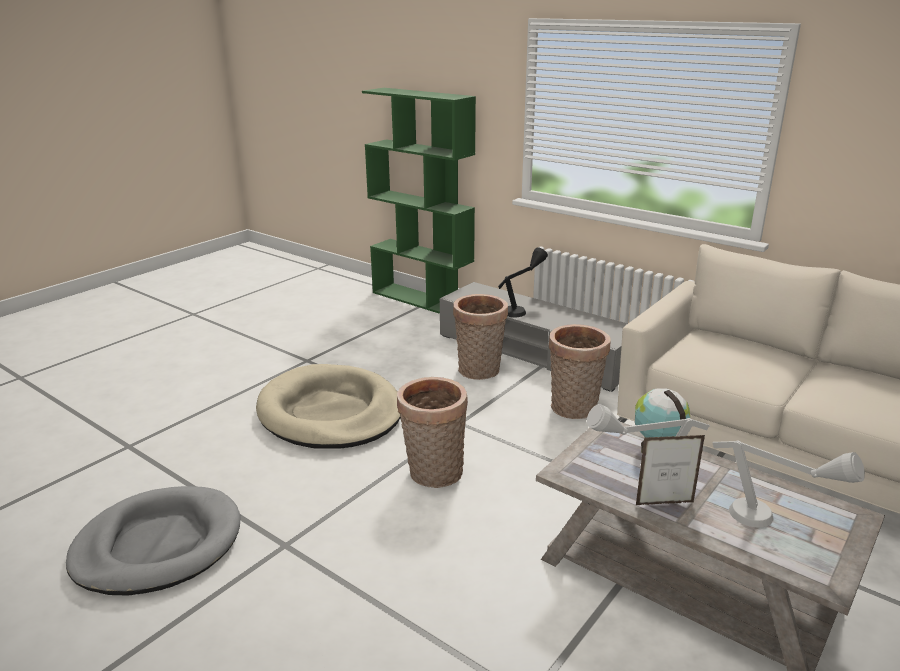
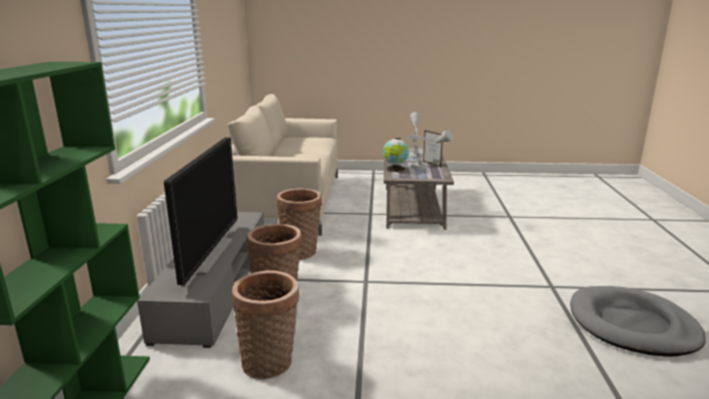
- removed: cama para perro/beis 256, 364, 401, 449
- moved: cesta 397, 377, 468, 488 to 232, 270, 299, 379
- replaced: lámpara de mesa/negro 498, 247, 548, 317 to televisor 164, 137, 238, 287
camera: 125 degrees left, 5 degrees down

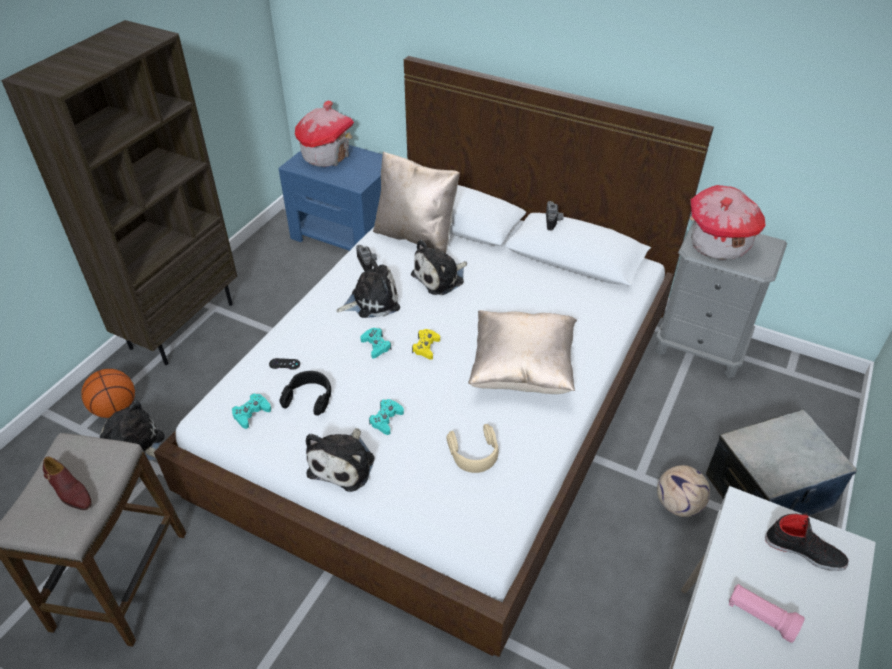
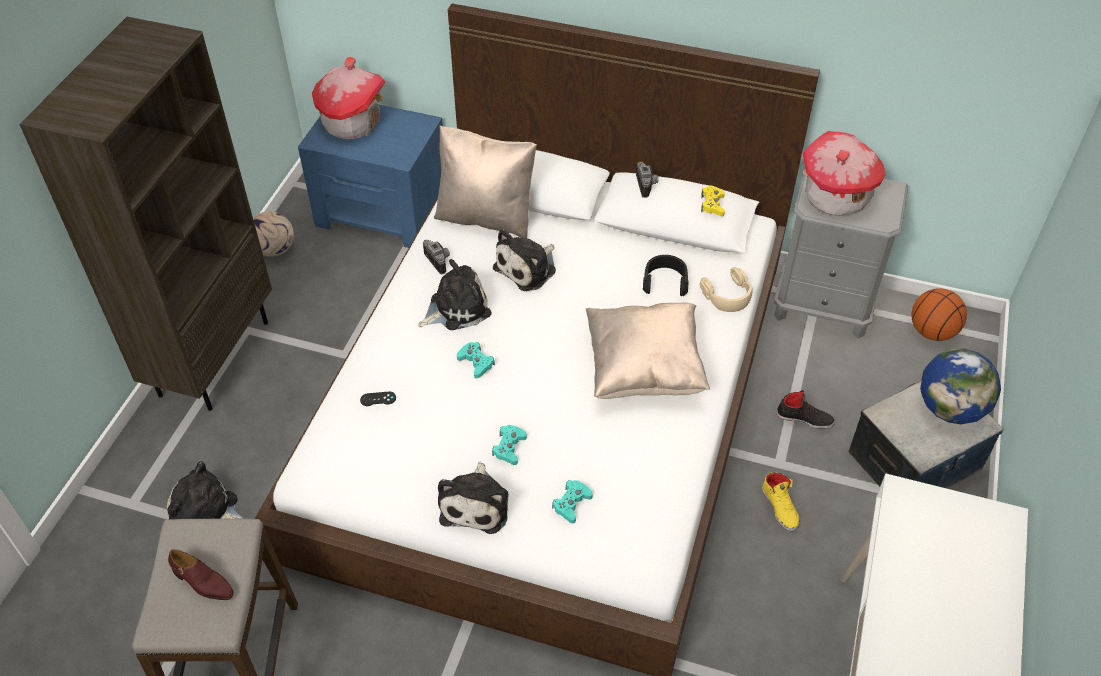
- moved: balón de baloncesto 81, 369, 135, 418 to 911, 288, 967, 341
- moved: mando de consola/turquesa 232, 393, 271, 429 to 552, 480, 593, 523
- moved: auriculares/negro 280, 371, 331, 416 to 643, 255, 688, 296
- moved: mando de consola/amarillo 412, 329, 440, 360 to 701, 186, 725, 216
- moved: auriculares/beis 446, 424, 499, 473 to 700, 267, 753, 312
- moved: balón de fútbol 657, 465, 710, 517 to 253, 211, 294, 257
- removed: linterna/rosa 728, 584, 805, 643
- moved: zapato/negro 765, 512, 849, 571 to 776, 390, 835, 429
- added: zapato/amarillo 762, 472, 800, 531
- added: globo terráqueo 920, 349, 1001, 424
camera: 10 degrees left, 5 degrees up

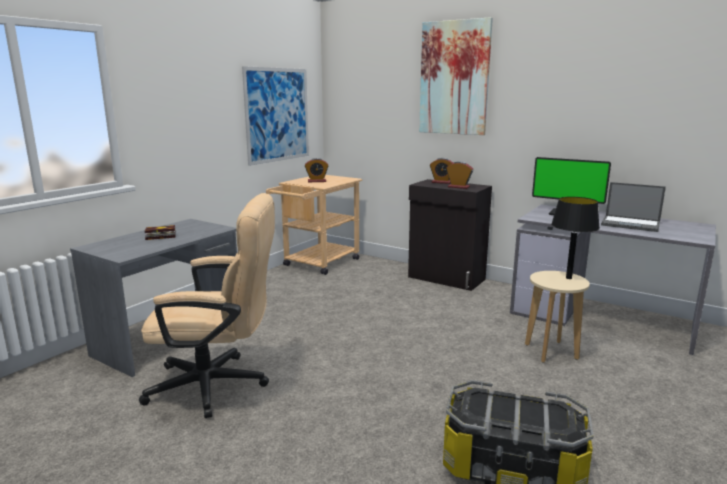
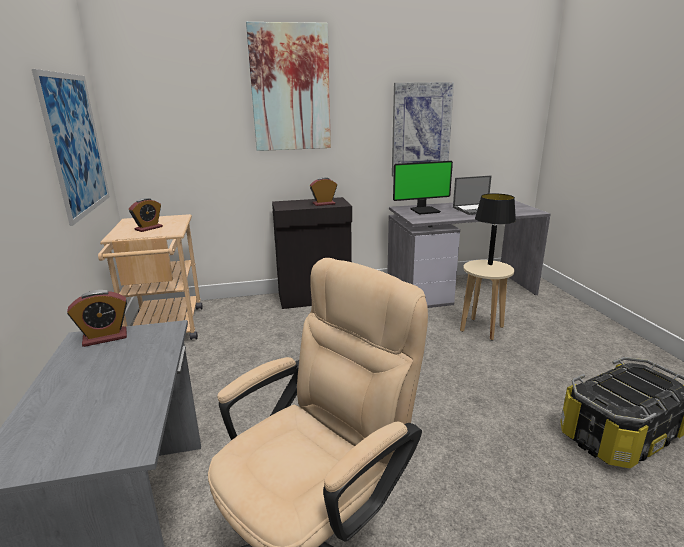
- removed: libro 144, 225, 176, 240
- moved: despertador 430, 158, 454, 184 to 67, 290, 127, 347
- added: cuadro 392, 82, 454, 177
camera: 45 degrees left, 5 degrees up

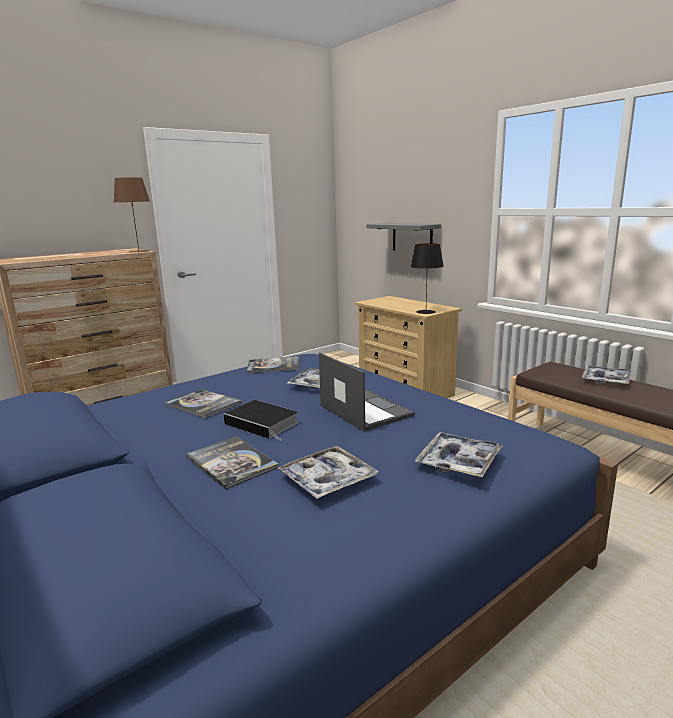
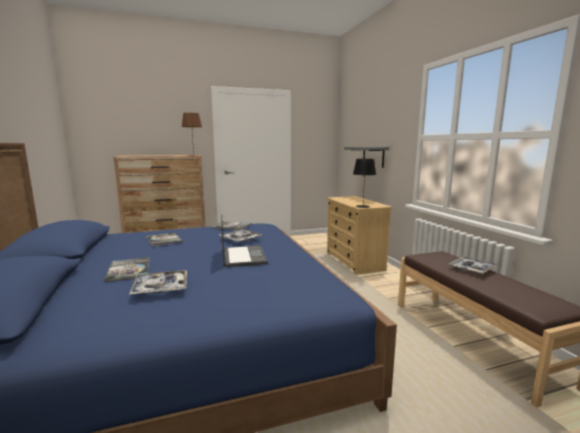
- removed: libro 224, 400, 299, 441
- removed: bandeja 415, 432, 502, 477
camera: 20 degrees right, 5 degrees down

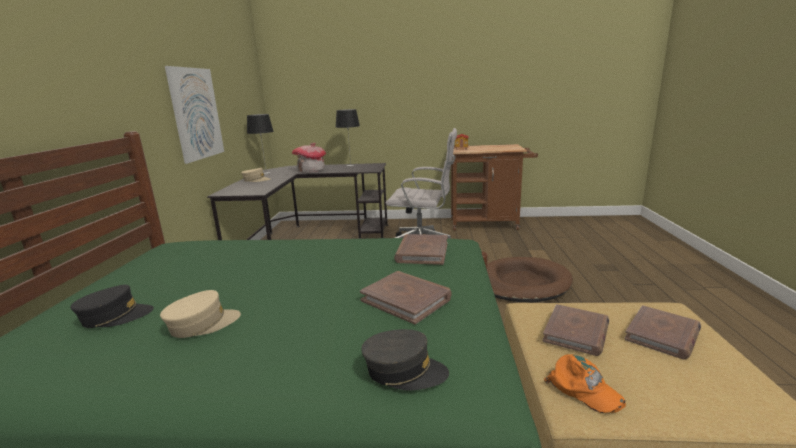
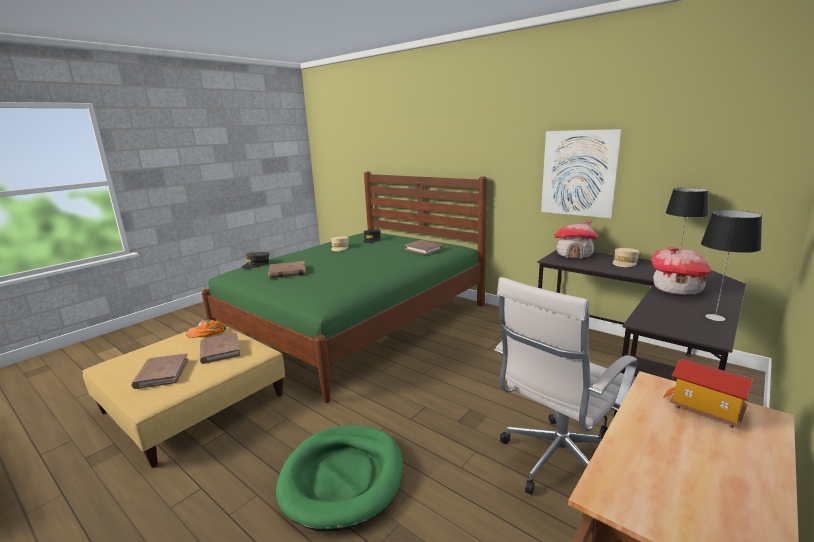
- moved: libro/marrón 394, 234, 448, 265 to 404, 240, 443, 255
- recoloured: cama para perro/marrón 487, 257, 573, 302 to cama para perro/verde 276, 425, 403, 532
- added: casita 554, 220, 599, 259
camera: 125 degrees right, 0 degrees up

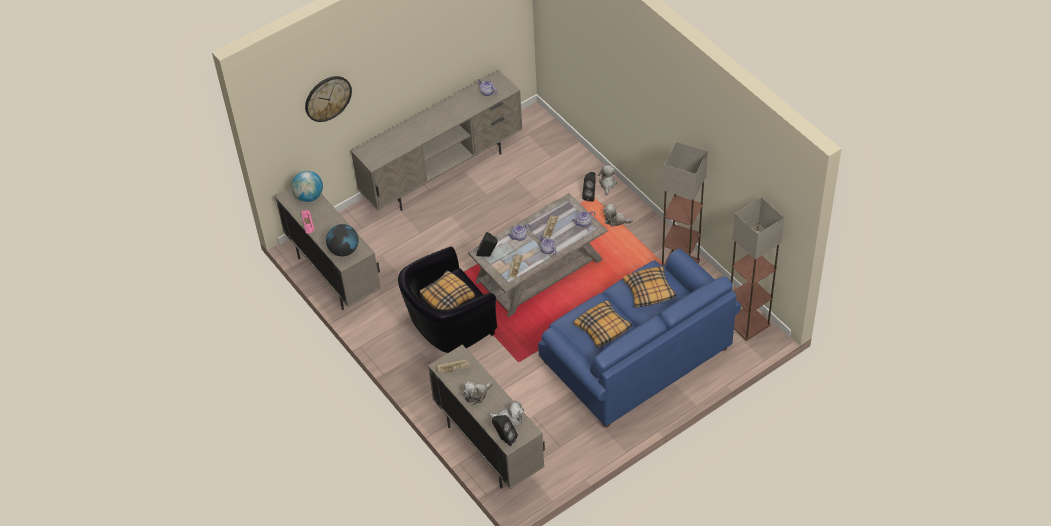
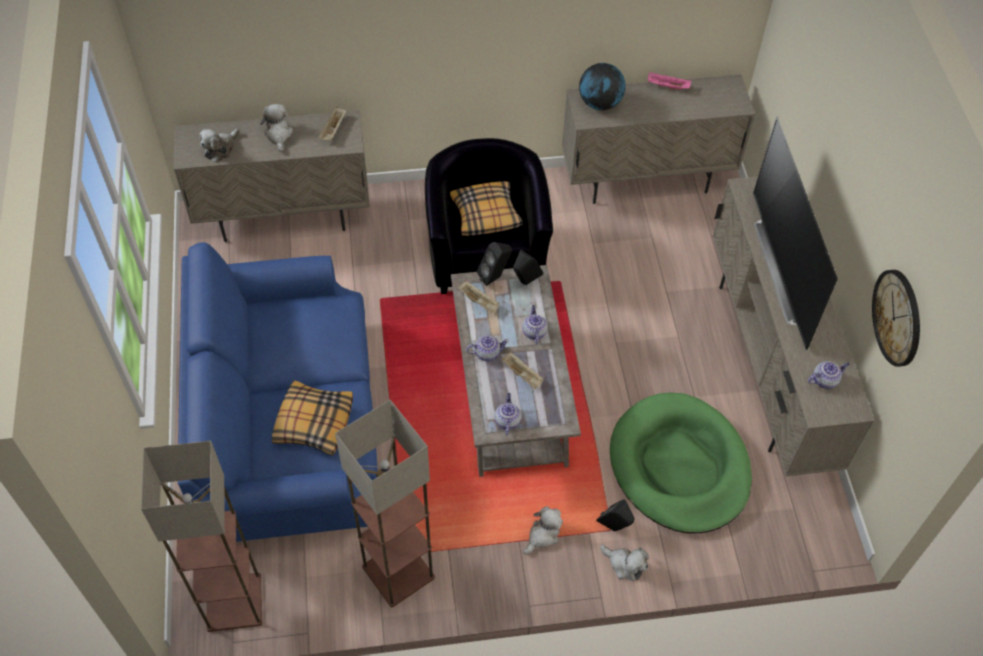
- removed: globo terráqueo 292, 171, 323, 202
- moved: reloj de pared 305, 76, 352, 122 to 872, 270, 920, 367
- moved: altavoz/negro 492, 415, 518, 446 to 477, 242, 512, 286
- removed: cojín 574, 300, 632, 348
- added: cama para perro/verde 610, 393, 752, 534
- added: televisor 753, 117, 838, 350
camera: 115 degrees right, 5 degrees up

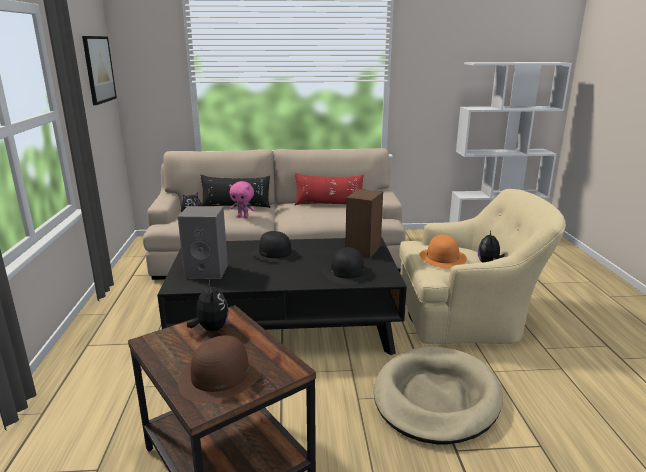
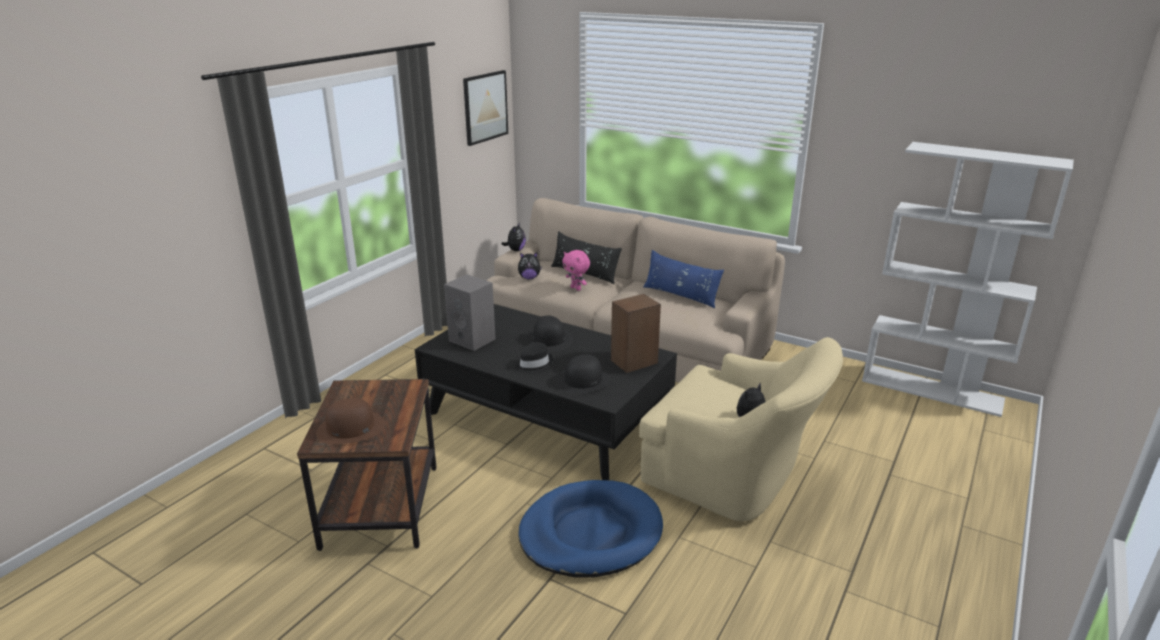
- moved: peluche 187, 280, 229, 331 to 501, 223, 526, 251
- recoloured: cojín/rojo 294, 173, 364, 205 to cojín/azul 643, 250, 724, 308
- recoloured: cama para perro/beis 374, 346, 503, 445 to cama para perro/azul 518, 480, 663, 578
- removed: sombrero/naranja 420, 234, 467, 269
- added: sombrero/negro 515, 342, 553, 374
camera: 35 degrees right, 5 degrees up

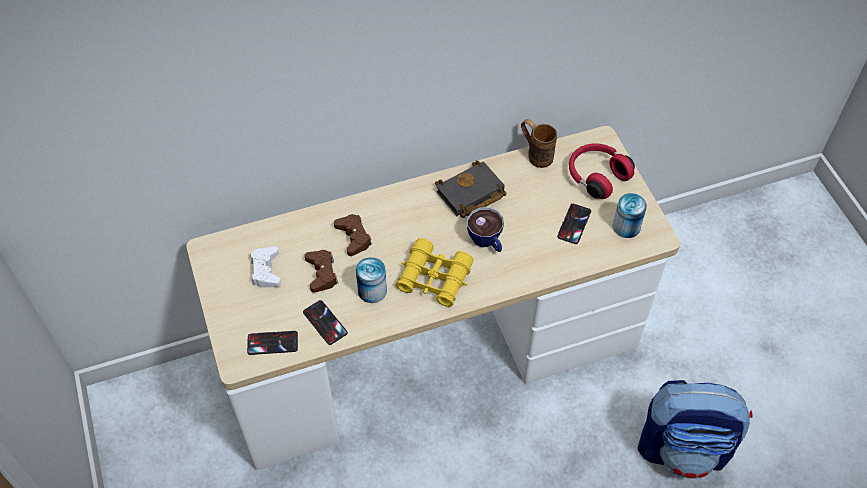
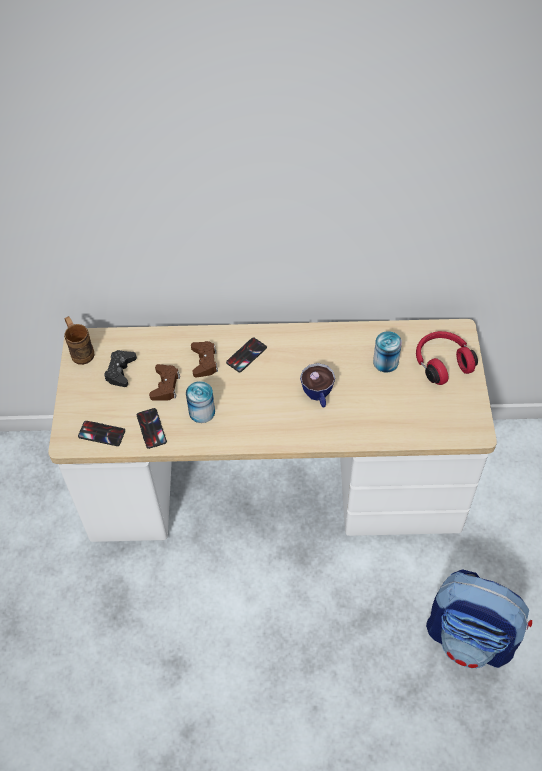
- recoloured: mando de consola/blanco 251, 246, 281, 288 to mando de consola/negro 104, 350, 137, 387
- removed: prismáticos/amarillo 396, 238, 473, 307
- removed: libro/negro 435, 160, 507, 218
- moved: taza grande/marrón 521, 119, 557, 168 to 64, 316, 95, 365
- moved: móvil 557, 204, 591, 244 to 226, 337, 267, 372
- moved: lata 613, 193, 647, 238 to 373, 331, 402, 373
camera: 20 degrees right, 0 degrees up

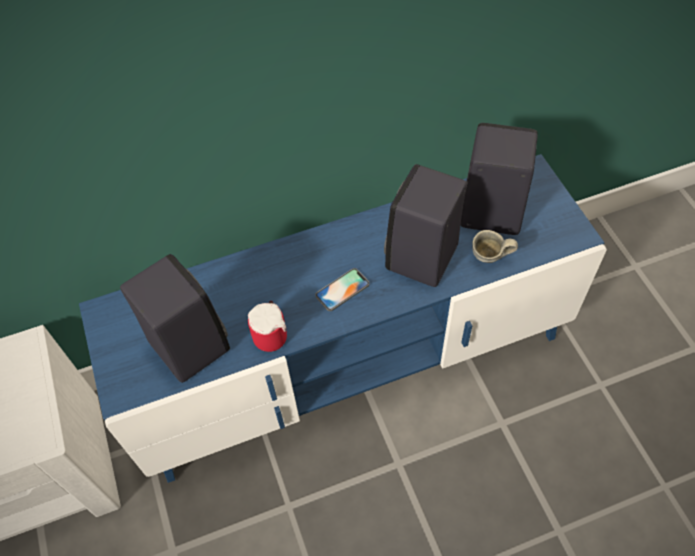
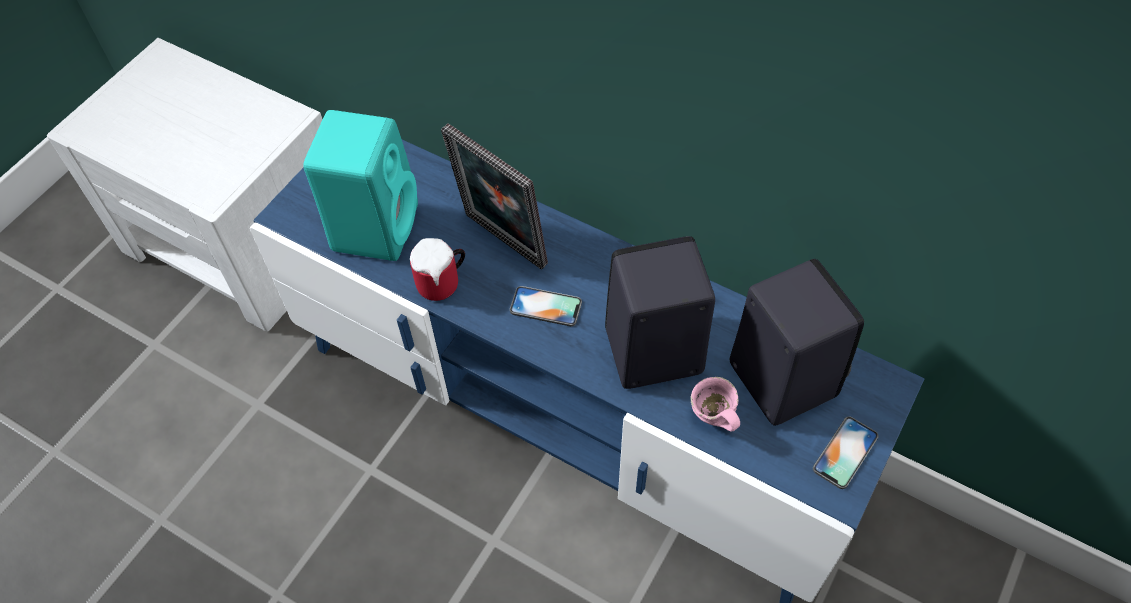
- recoloured: altavoz/negro 120, 254, 230, 383 to altavoz/turquesa 303, 110, 418, 261
- recoloured: taza grande/gris 472, 230, 518, 263 to taza grande/rosa 691, 377, 740, 432
- added: portarretratos 441, 123, 548, 270
- added: móvil 813, 416, 878, 489
camera: 50 degrees right, 0 degrees up

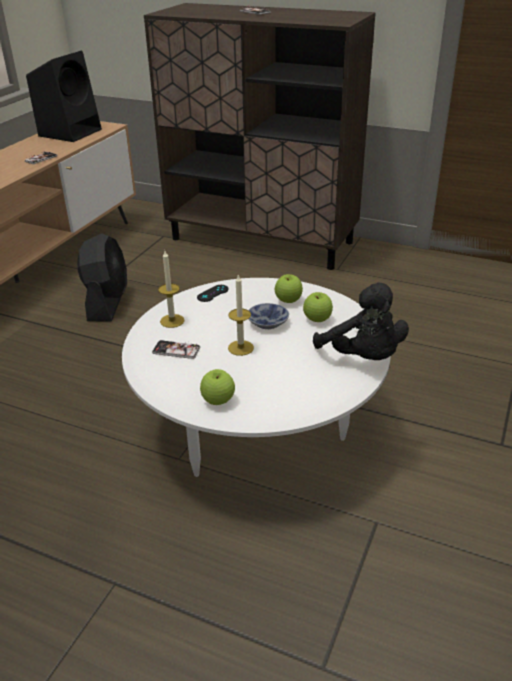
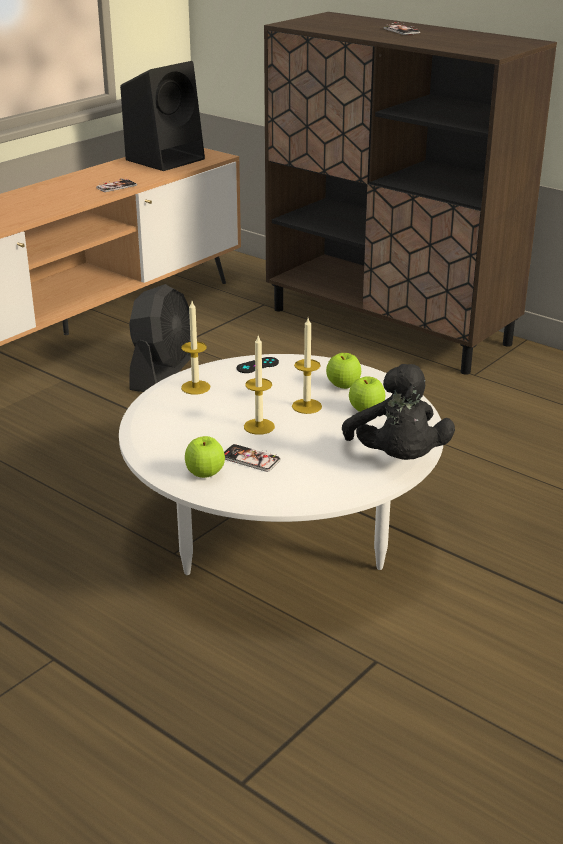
- moved: móvil 152, 340, 201, 359 to 224, 444, 281, 472
- replaced: cuenco 249, 303, 289, 329 to vela 292, 318, 322, 414
camera: 15 degrees right, 5 degrees down

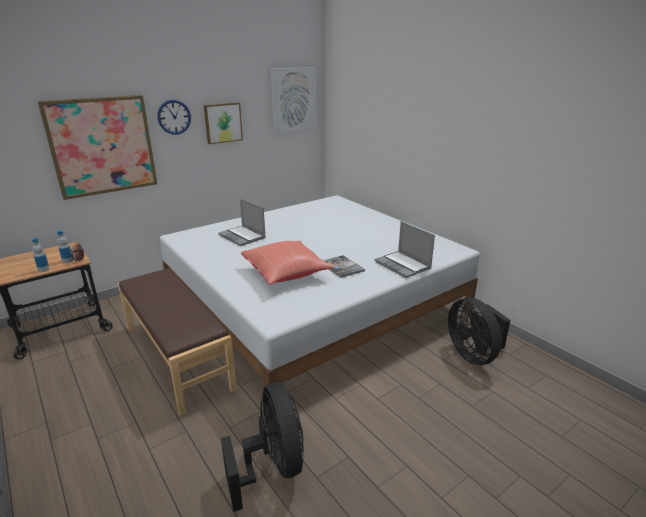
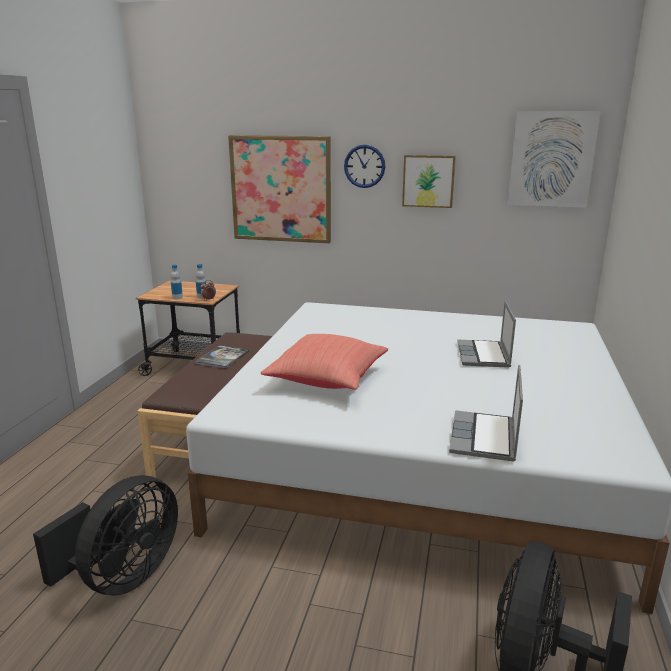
- moved: portátil 218, 199, 266, 246 to 457, 300, 516, 368
- moved: libro 323, 255, 365, 278 to 195, 345, 249, 368
camera: 50 degrees right, 5 degrees down

